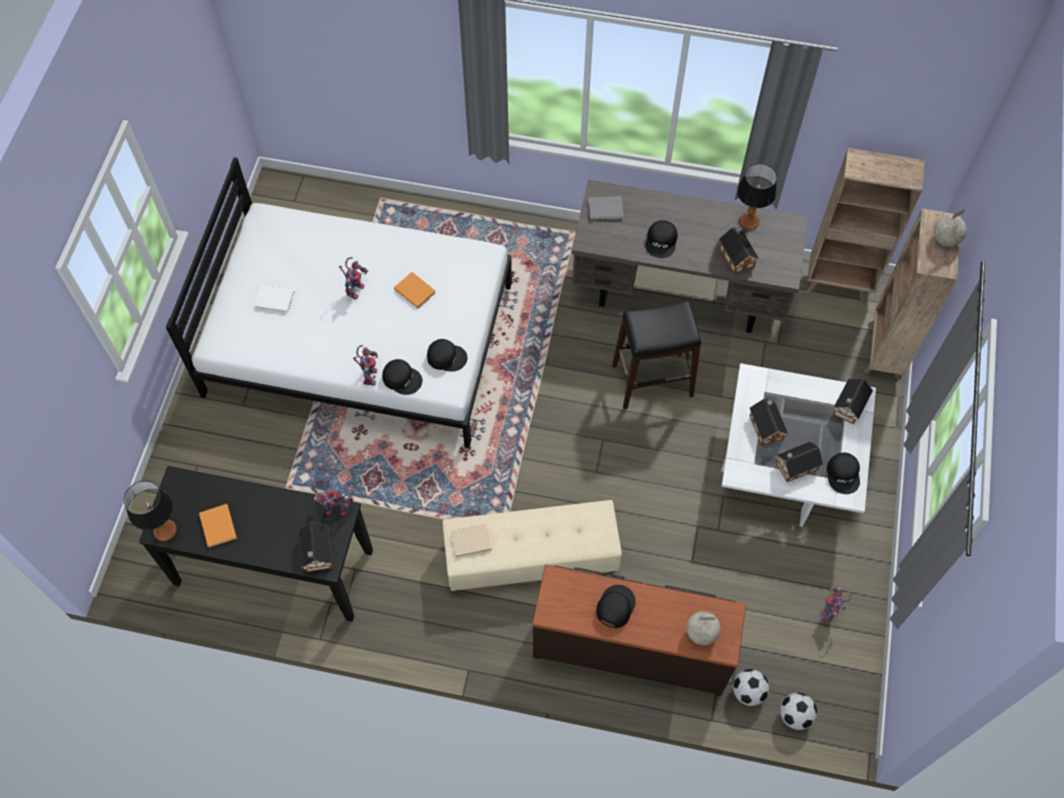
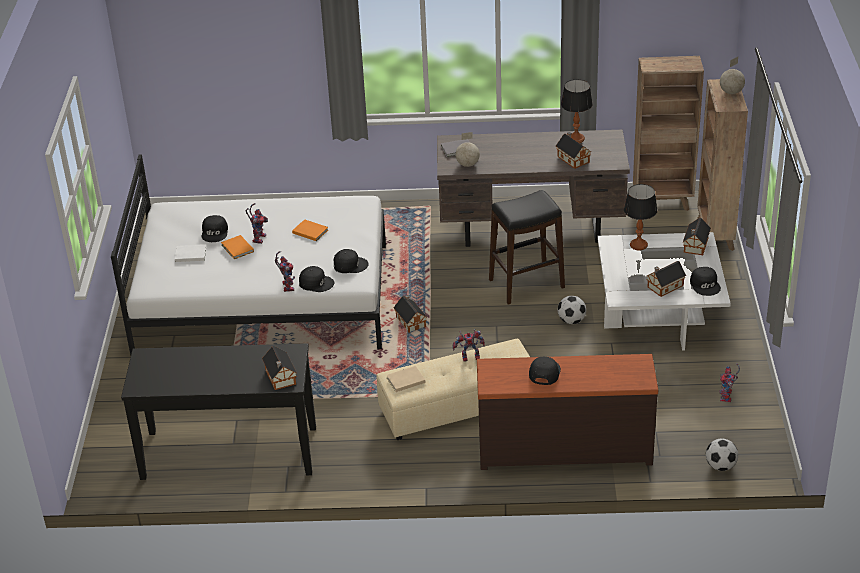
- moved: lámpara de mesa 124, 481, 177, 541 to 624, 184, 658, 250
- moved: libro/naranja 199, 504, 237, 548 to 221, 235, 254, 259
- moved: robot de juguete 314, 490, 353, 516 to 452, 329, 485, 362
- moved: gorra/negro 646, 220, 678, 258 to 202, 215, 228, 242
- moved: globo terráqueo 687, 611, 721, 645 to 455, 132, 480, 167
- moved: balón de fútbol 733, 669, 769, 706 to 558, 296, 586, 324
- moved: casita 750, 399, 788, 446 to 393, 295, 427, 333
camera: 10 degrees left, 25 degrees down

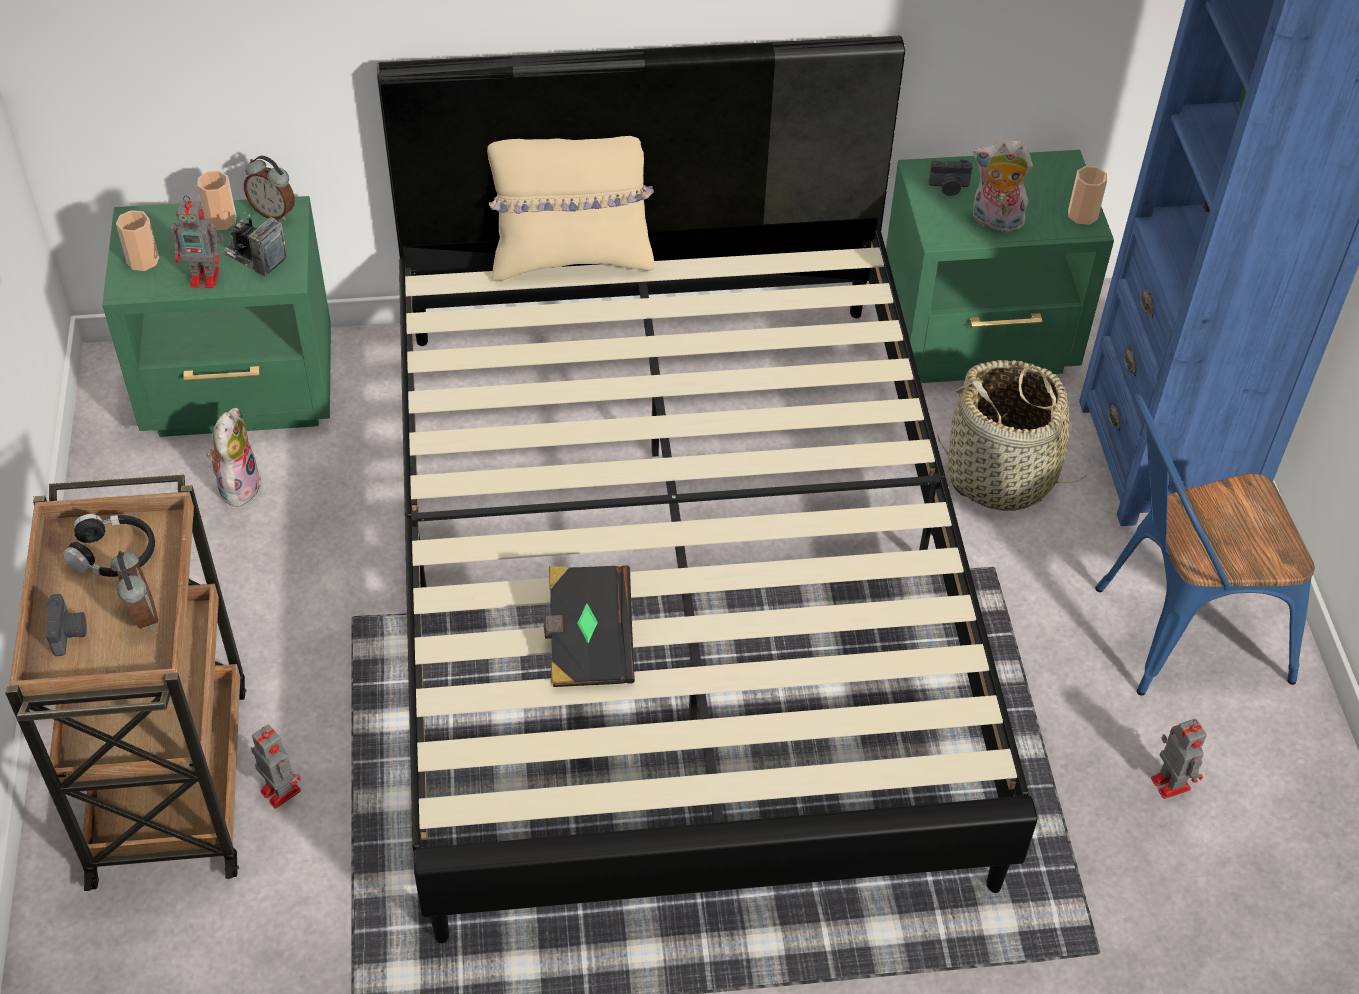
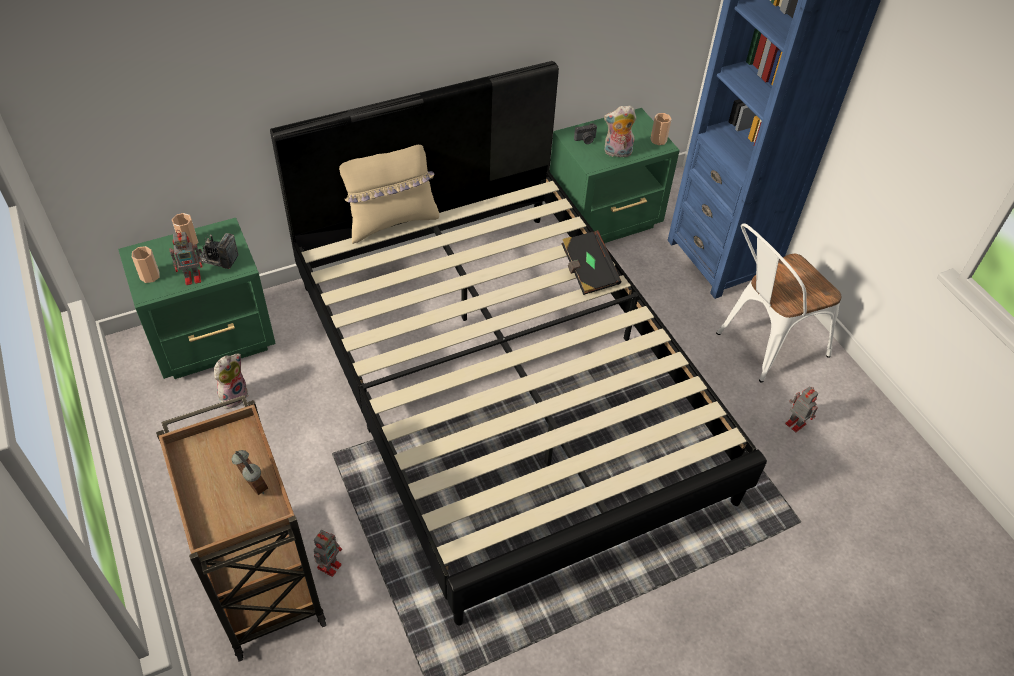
- removed: cámara 46, 594, 87, 656
- removed: auriculares/negro 63, 514, 155, 577
- turned: peluche 206, 408, 261, 507 = 214, 354, 248, 409 45 degrees clockwise
- removed: despertador 244, 156, 295, 221
- turned: robot de juguete 251, 725, 301, 809 = 314, 530, 342, 577 90 degrees clockwise
- moved: libro/negro 544, 565, 635, 687 to 562, 230, 622, 295
- removed: cesta 937, 360, 1090, 511
- recoloured: silla/azul 1095, 393, 1315, 696 to silla/blanco 716, 223, 842, 383
camera: 20 degrees left, 0 degrees up

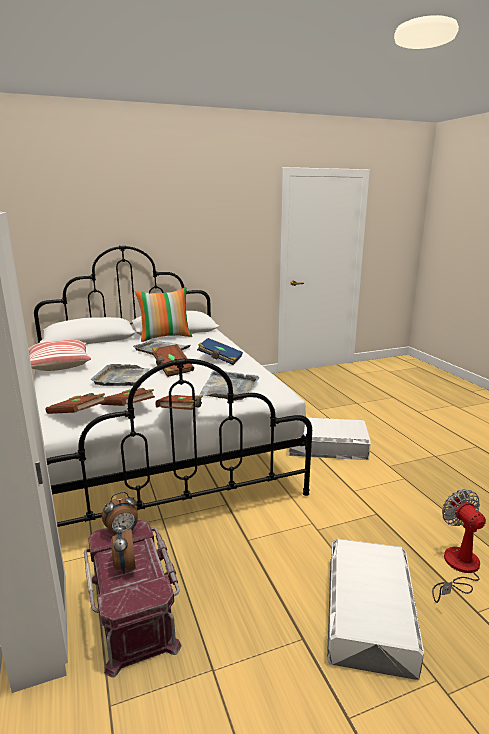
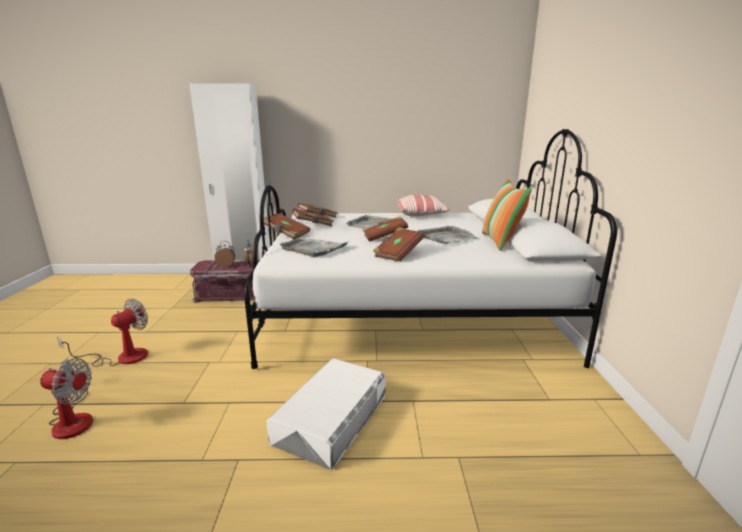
- recoloured: libro/azul 197, 338, 243, 365 to libro/marrón 373, 227, 425, 262
- replaced: caja de almacenaje/blanco 327, 539, 424, 680 to ventilador 57, 299, 148, 366
camera: 110 degrees right, 0 degrees up

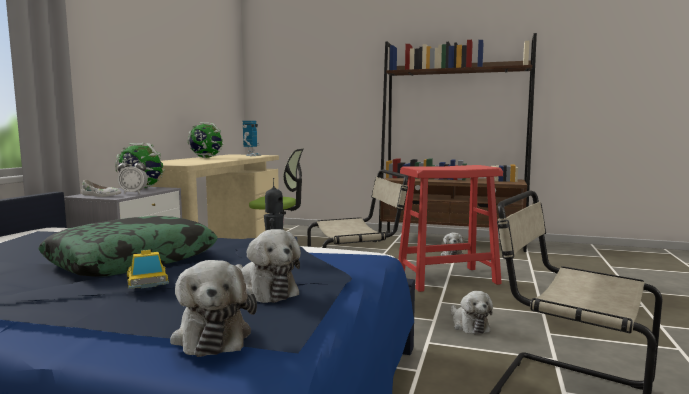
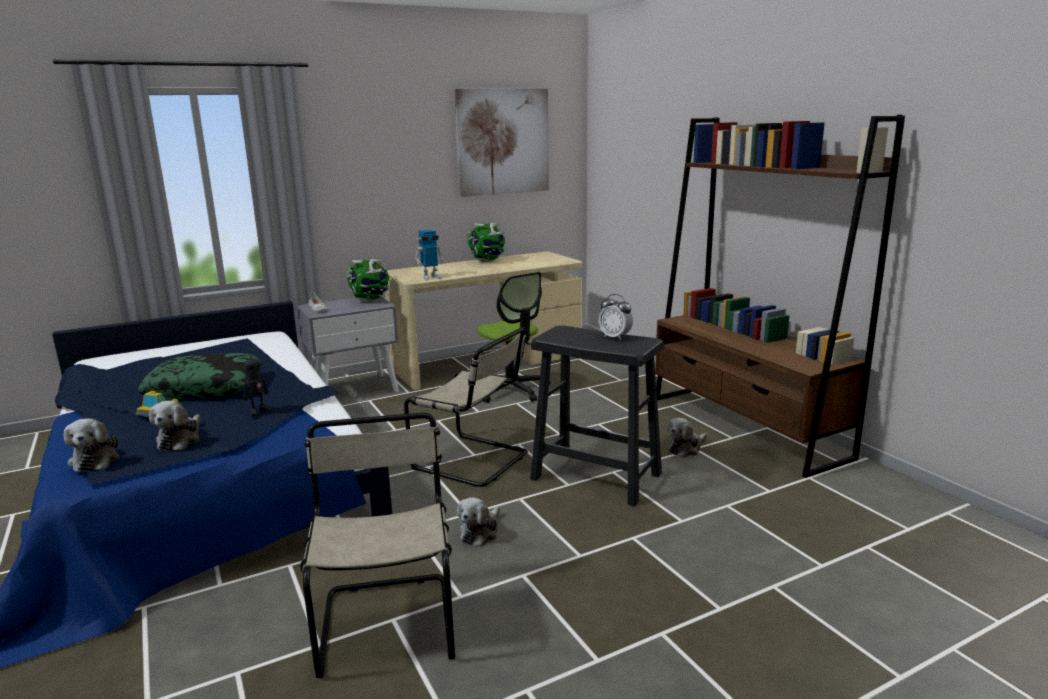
- moved: despertador 117, 157, 148, 194 to 599, 294, 633, 340
- turned: peluche 170, 260, 257, 357 = 63, 419, 119, 472 45 degrees counterclockwise
- moved: robot de juguete 243, 121, 262, 156 to 415, 230, 445, 280
- recoloured: taburete/rojo 398, 165, 503, 292 to taburete/negro 530, 325, 664, 506
- added: cuadro 454, 89, 549, 197
camera: 45 degrees right, 10 degrees up

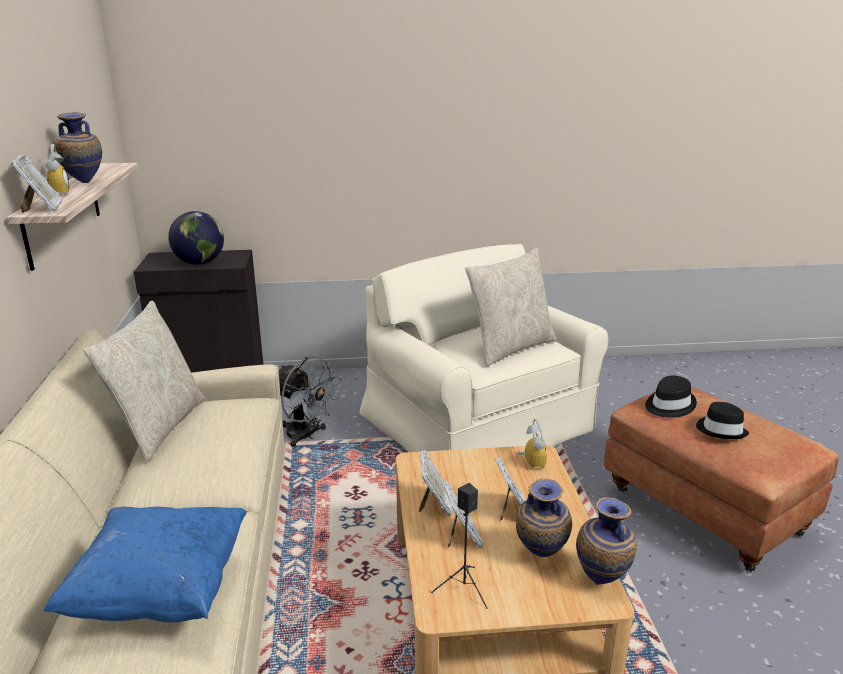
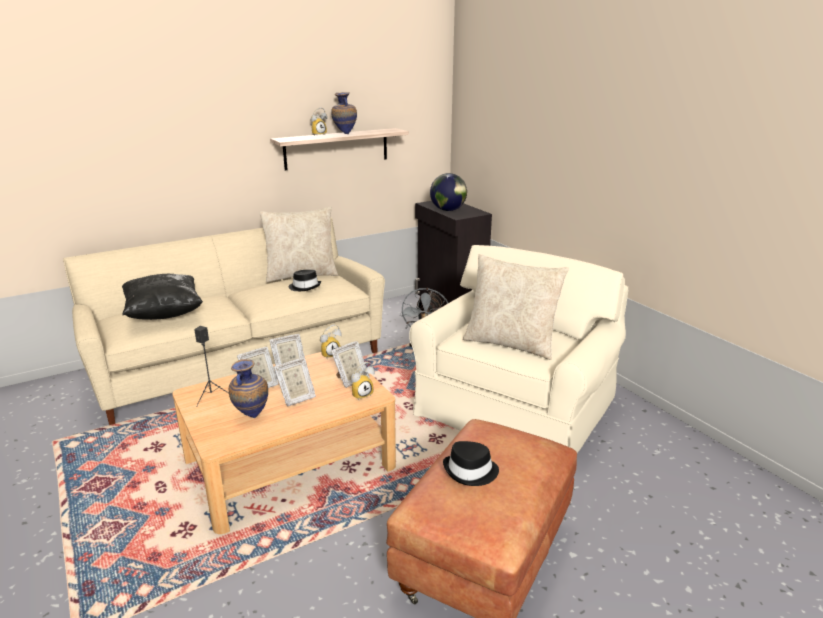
- moved: portarretratos 11, 154, 63, 213 to 331, 341, 370, 388
- recoloured: cojín/azul 43, 507, 247, 623 to cojín/negro 122, 274, 203, 320
- removed: florero 576, 497, 637, 585
- moved: sombrero/negro 645, 375, 697, 418 to 289, 270, 321, 291
- added: despertador 320, 324, 342, 359
camera: 65 degrees right, 0 degrees up

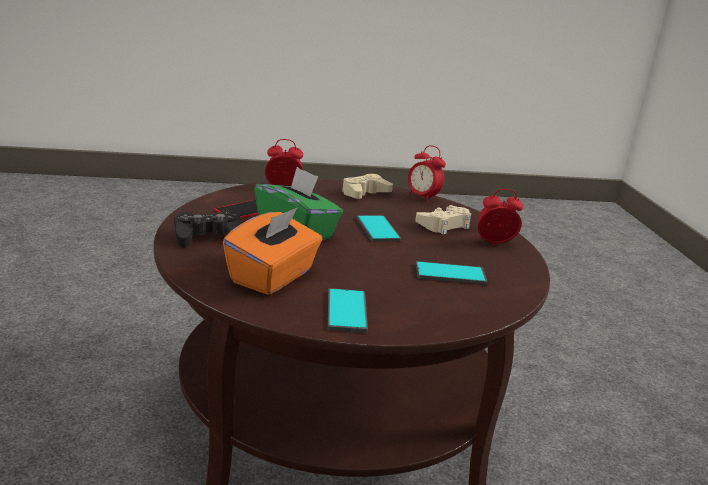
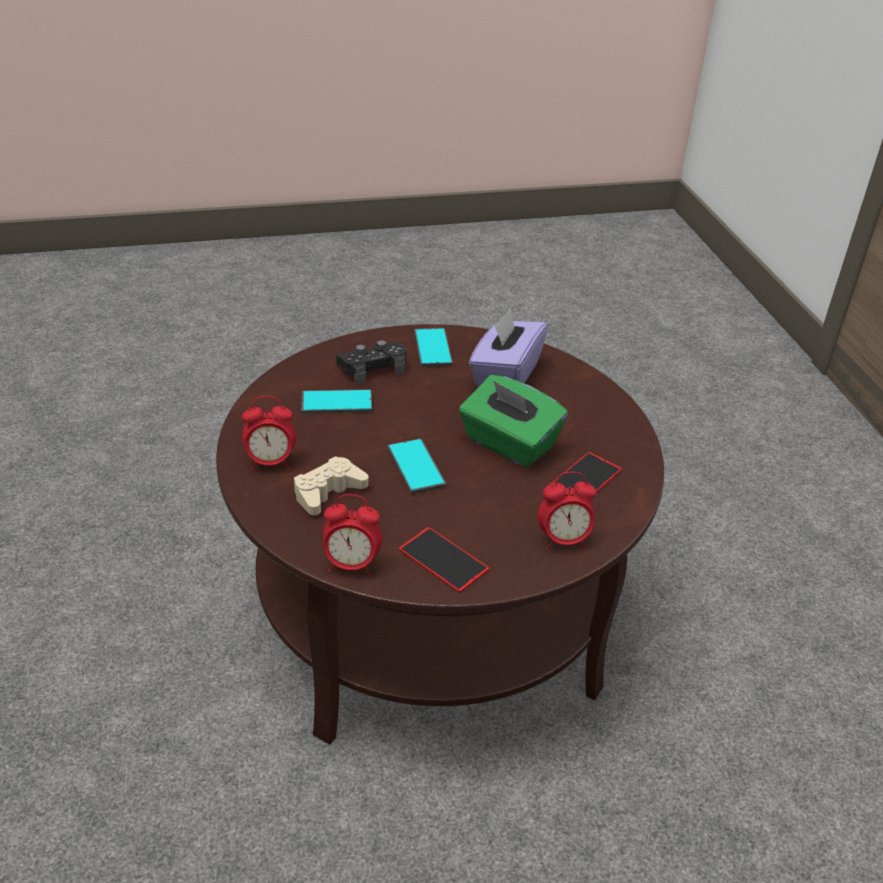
- moved: mando de consola/negro 174, 210, 242, 247 to 336, 340, 406, 384
- recoloured: caja de pañuelos/naranja 223, 207, 322, 295 to caja de pañuelos/morado 469, 308, 548, 387
- replaced: mando de consola/beis 342, 174, 393, 199 to móvil 399, 527, 489, 593
- turned: despertador 407, 145, 446, 203 = 323, 494, 382, 576 150 degrees clockwise
camera: 175 degrees right, 15 degrees up

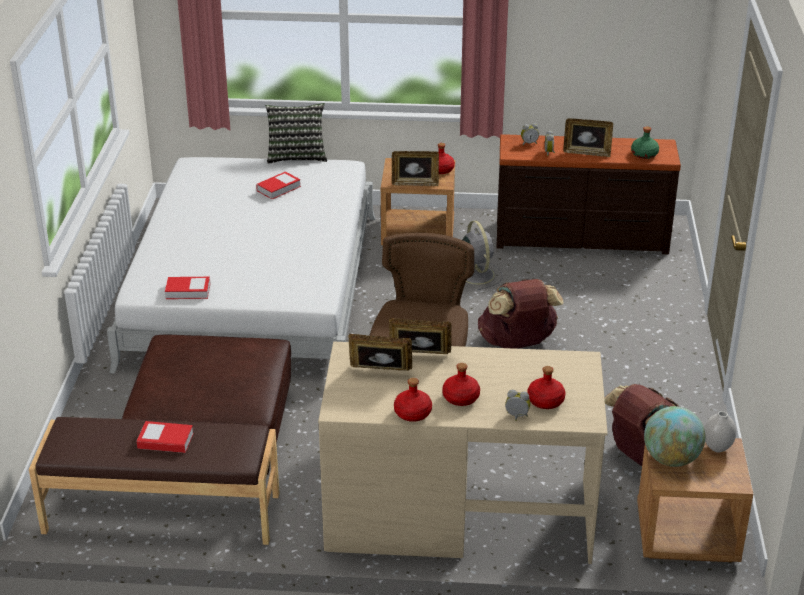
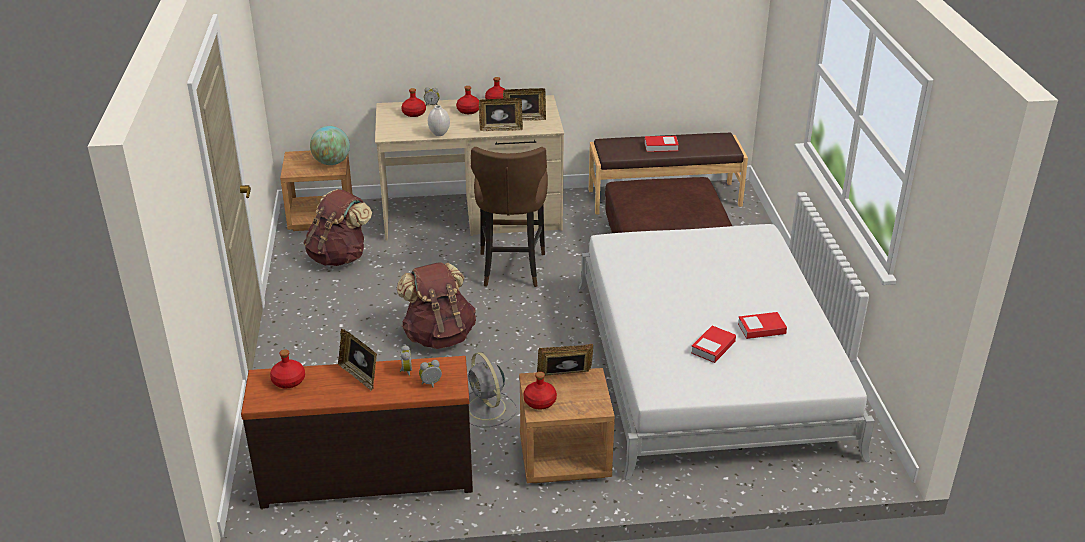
- moved: libro 165, 277, 210, 299 to 738, 312, 787, 339
- removed: cojín 266, 103, 327, 164
- turned: portarretratos 563, 118, 613, 157 = 338, 329, 377, 391 135 degrees counterclockwise
- recoloured: botella/verde 631, 126, 659, 159 to botella/rojo 270, 349, 305, 388
- moved: florero/blanco 704, 411, 737, 452 to 428, 105, 450, 136
camera: 170 degrees right, 0 degrees up

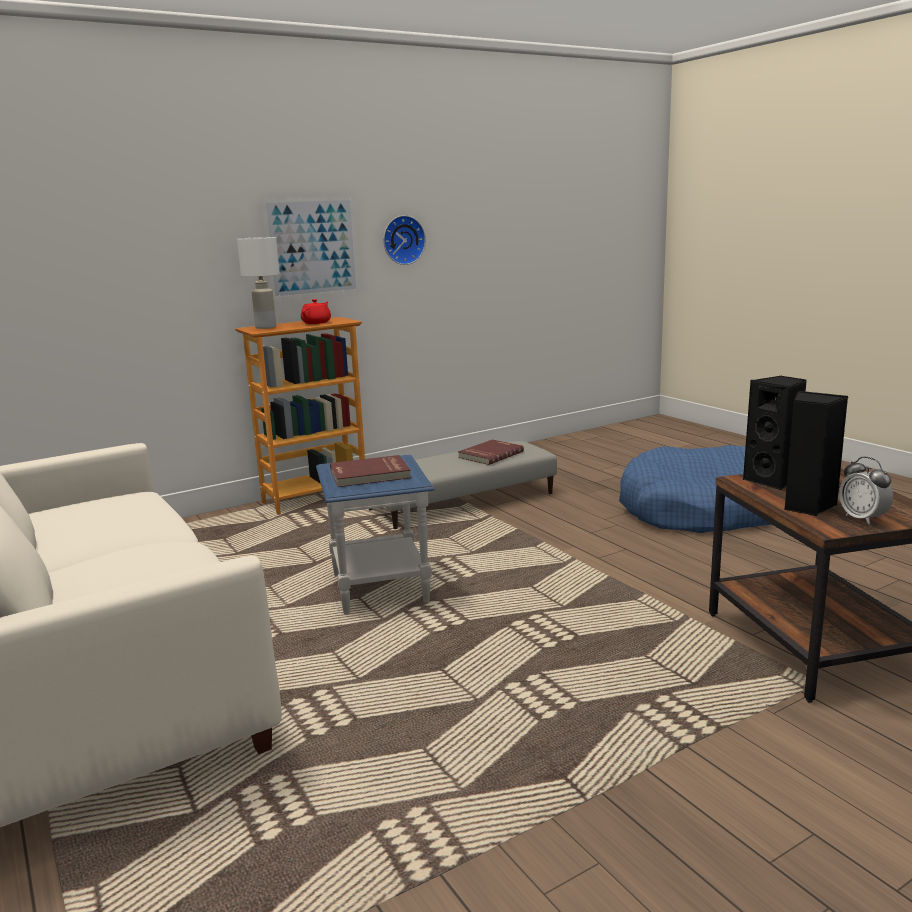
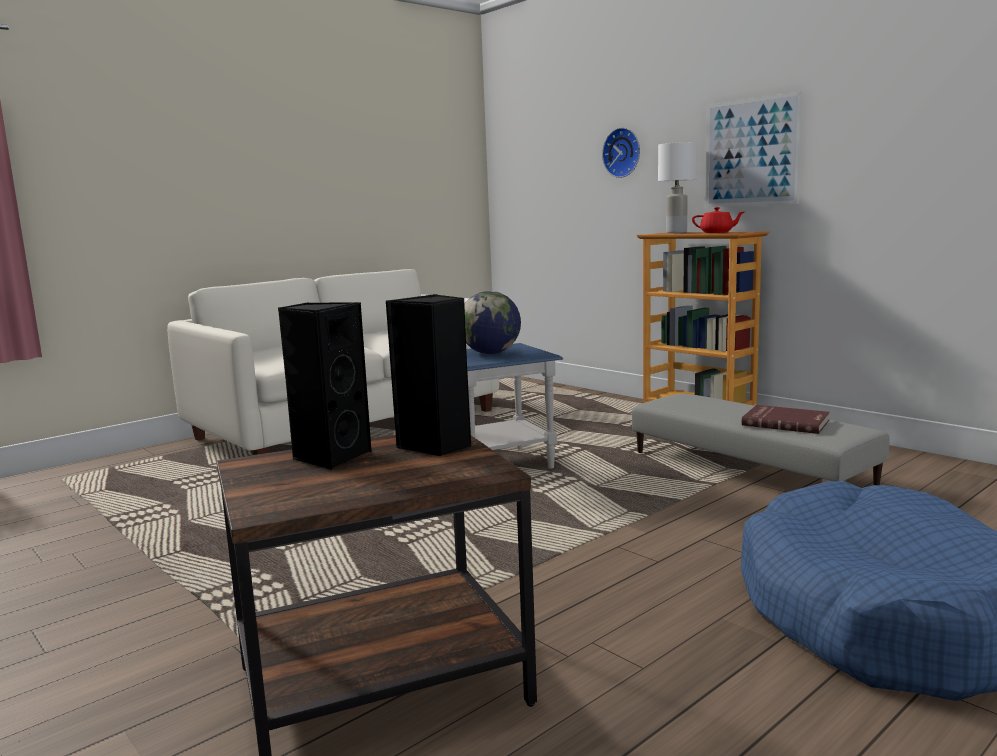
- replaced: libro/rojo 330, 455, 411, 487 to globo terráqueo 464, 291, 521, 354
- moved: reloj de pared 383, 215, 426, 265 to 602, 128, 640, 178
- removed: despertador 839, 457, 893, 525
camera: 80 degrees right, 5 degrees down

